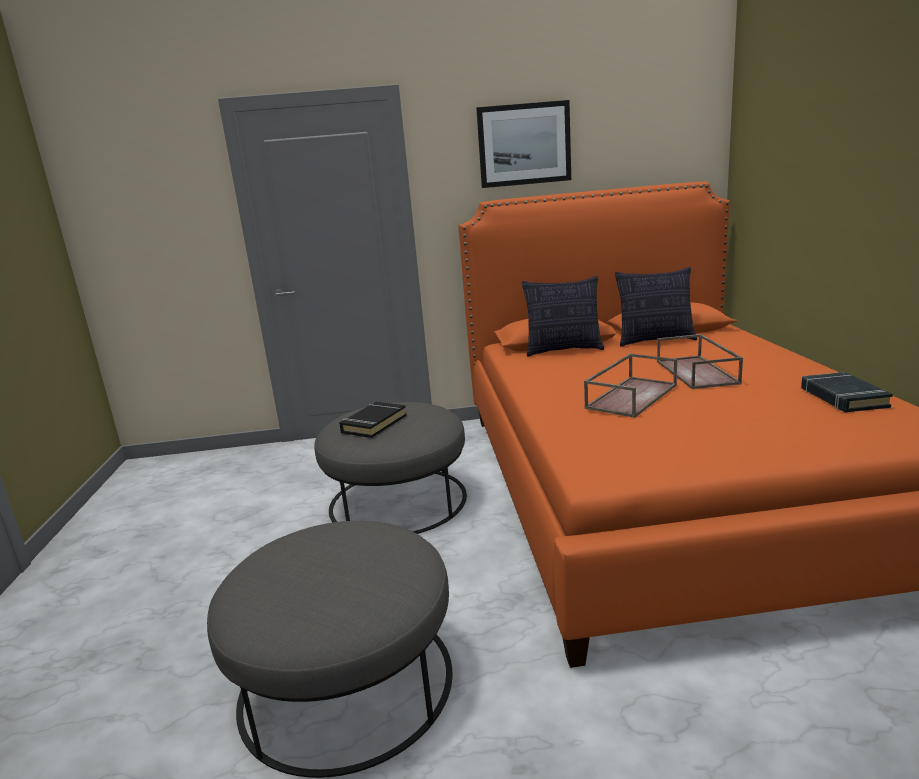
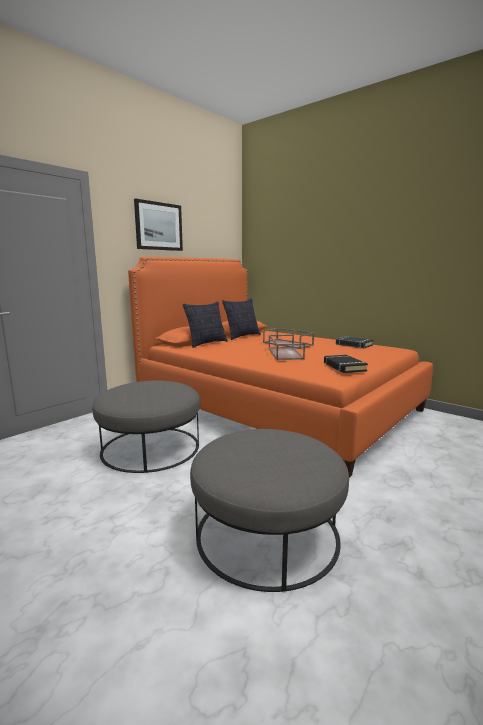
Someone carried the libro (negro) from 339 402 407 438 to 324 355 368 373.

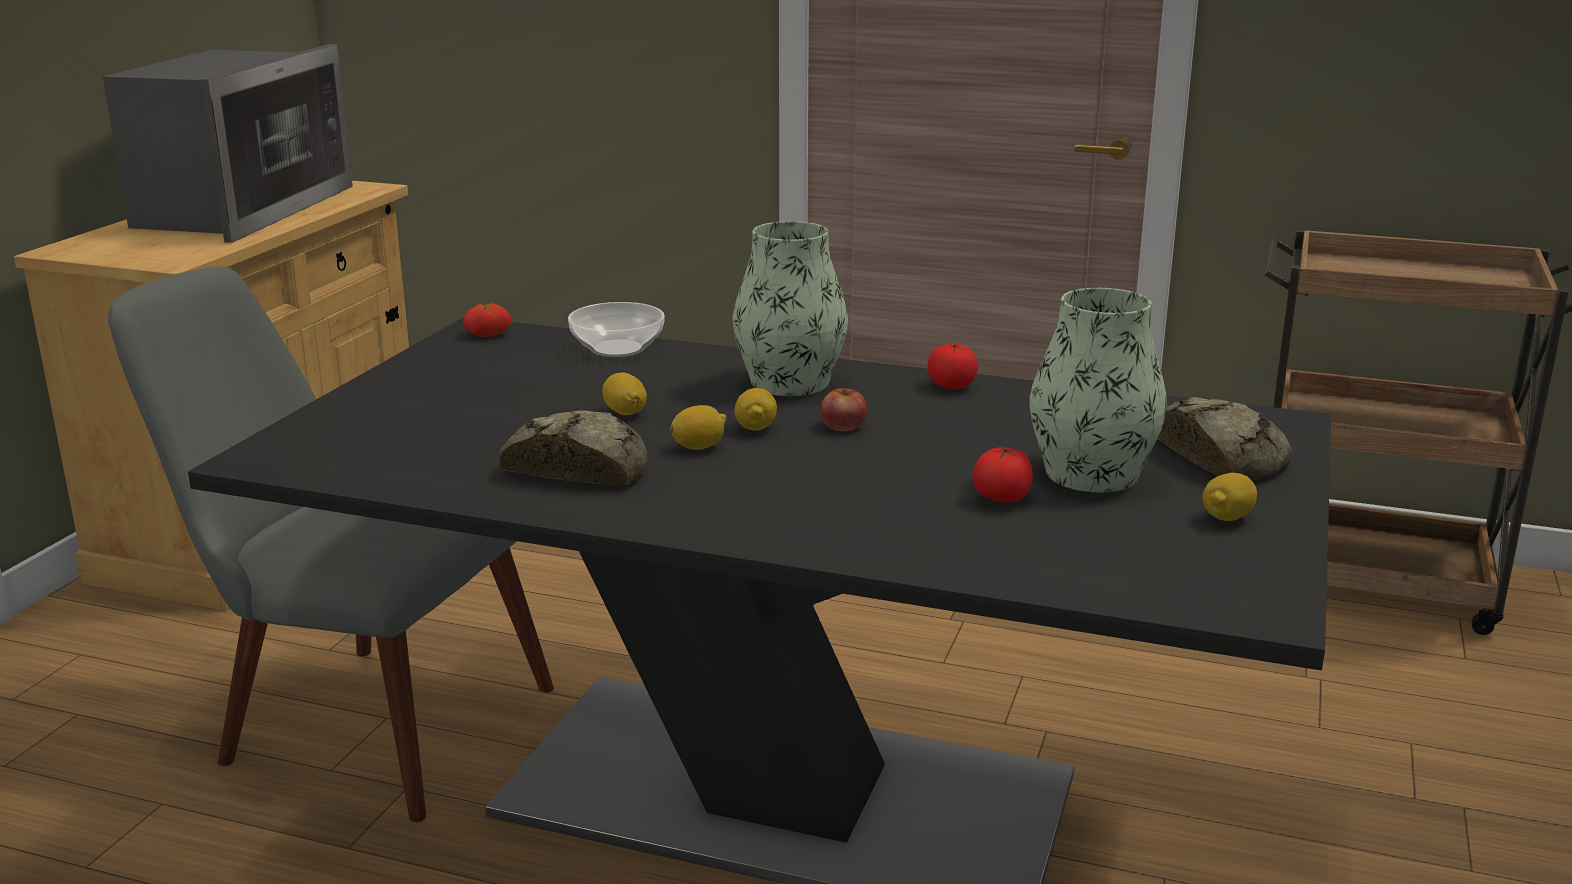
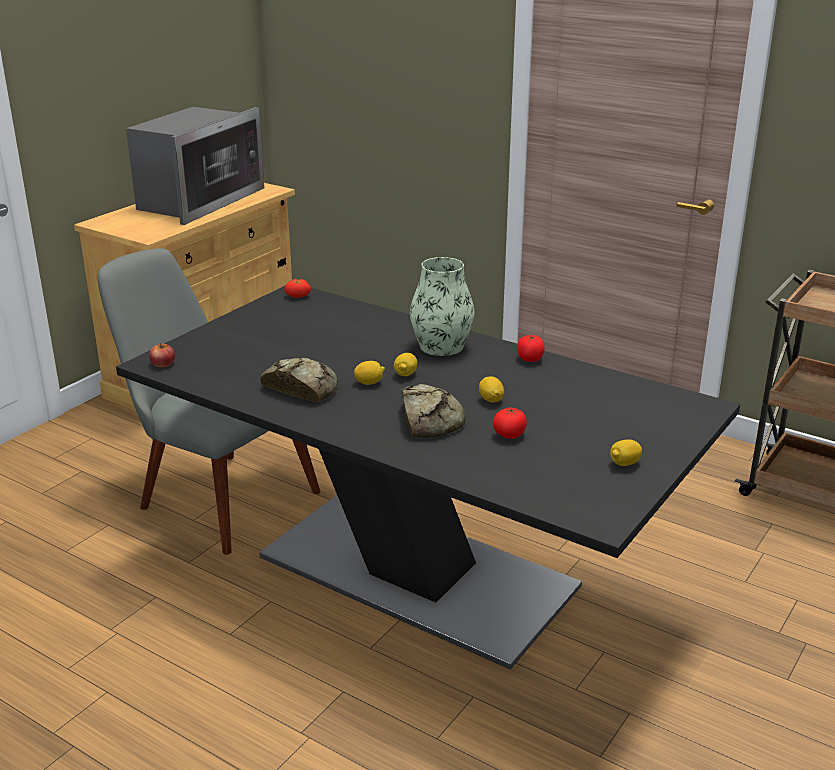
Someone took away the cuenco at 568 302 665 357.
Someone took away the florero at 1030 288 1167 493.
Someone carried the limón from 602 372 647 415 to 479 376 504 402.
Someone carried the manzana from 820 385 867 431 to 149 343 175 367.
Someone carried the pan from 1157 397 1292 480 to 401 384 466 438.

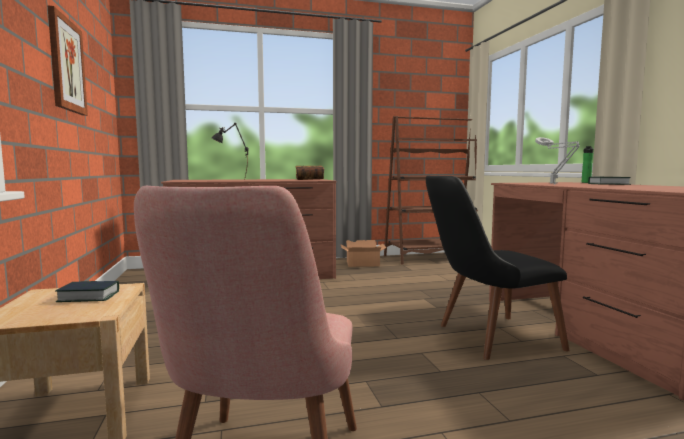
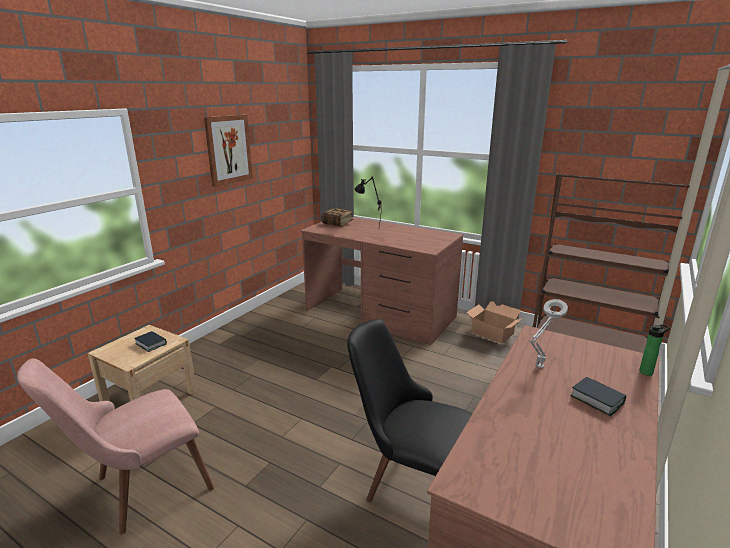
Someone carried the libro from 295 166 324 180 to 321 208 353 227.

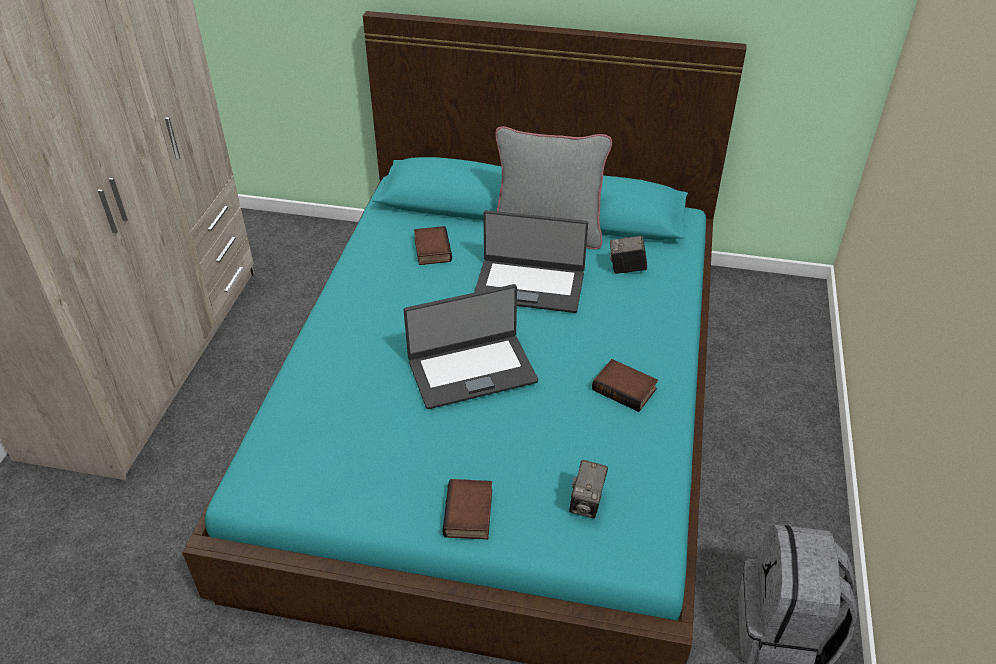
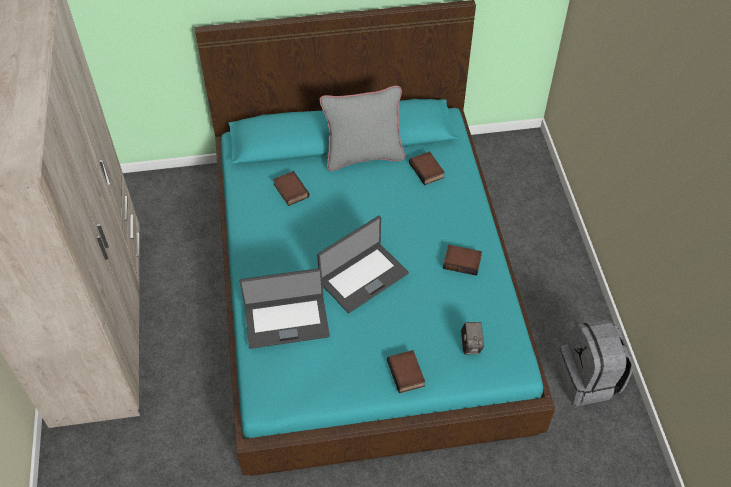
Someone carried the portátil from 474 210 588 313 to 239 268 330 349.
Someone swapped the cámara at 610 236 647 274 for the libro at 409 151 445 185.

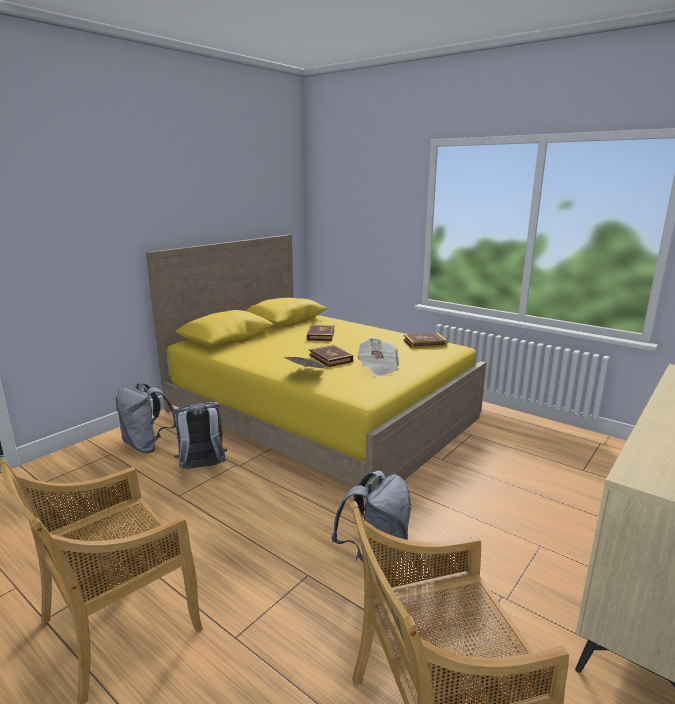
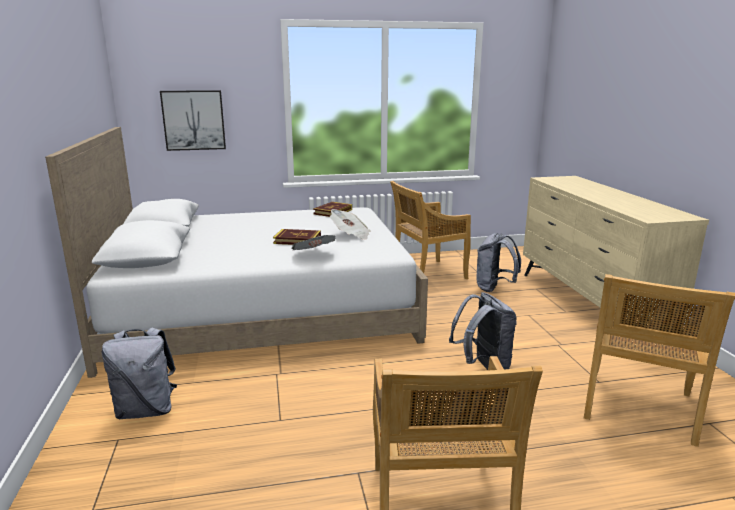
Someone took away the libro at 307 325 335 341.
Someone put up the cuadro at 160 90 226 151.
Someone put down the silla (beis) at 390 181 471 279.
Someone carried the mochila (gris) from 174 402 227 469 to 477 233 521 292.
Someone repainted the cama (amarillo) at 146 235 486 490, which became the cama (blanco) at 45 127 428 378.

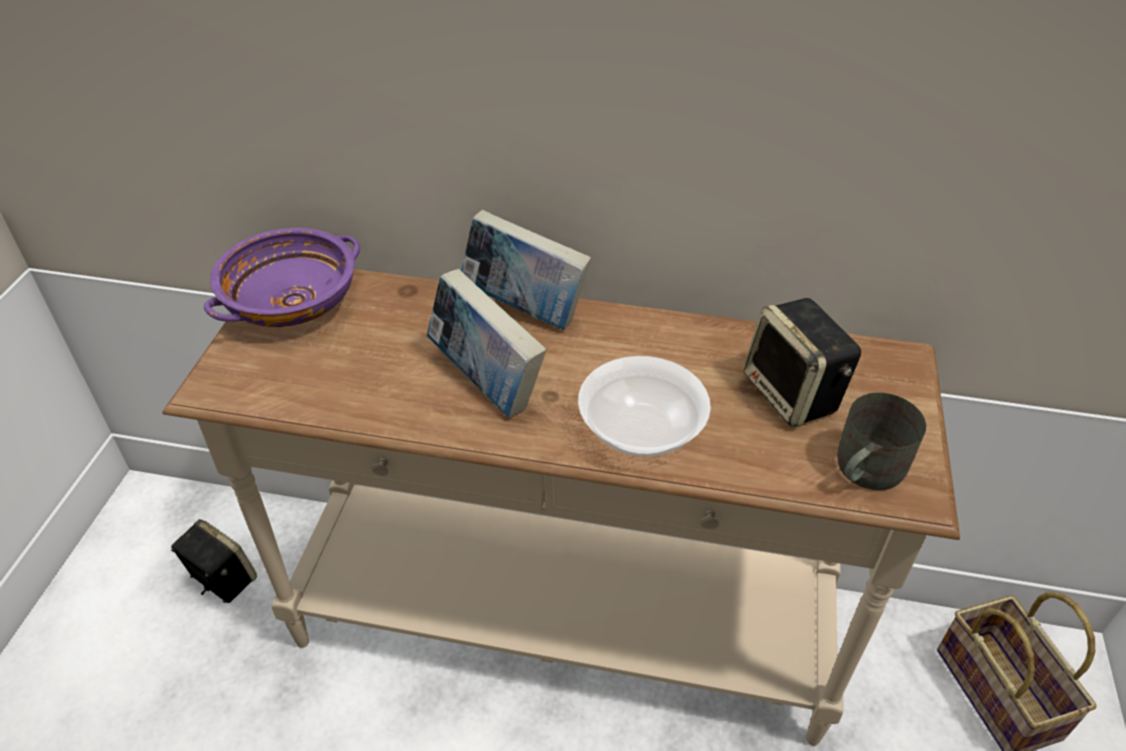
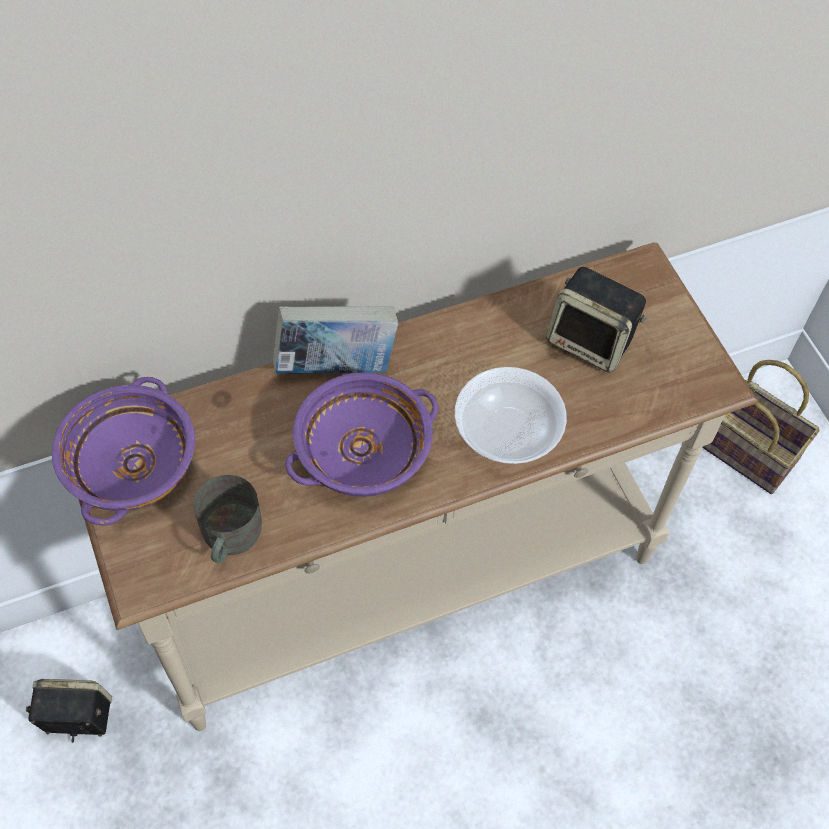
Someone carried the taza grande (gris) from 837 393 926 490 to 194 475 262 563.
Someone swapped the libro at 427 269 546 417 for the cuenco (morado) at 285 372 438 497.

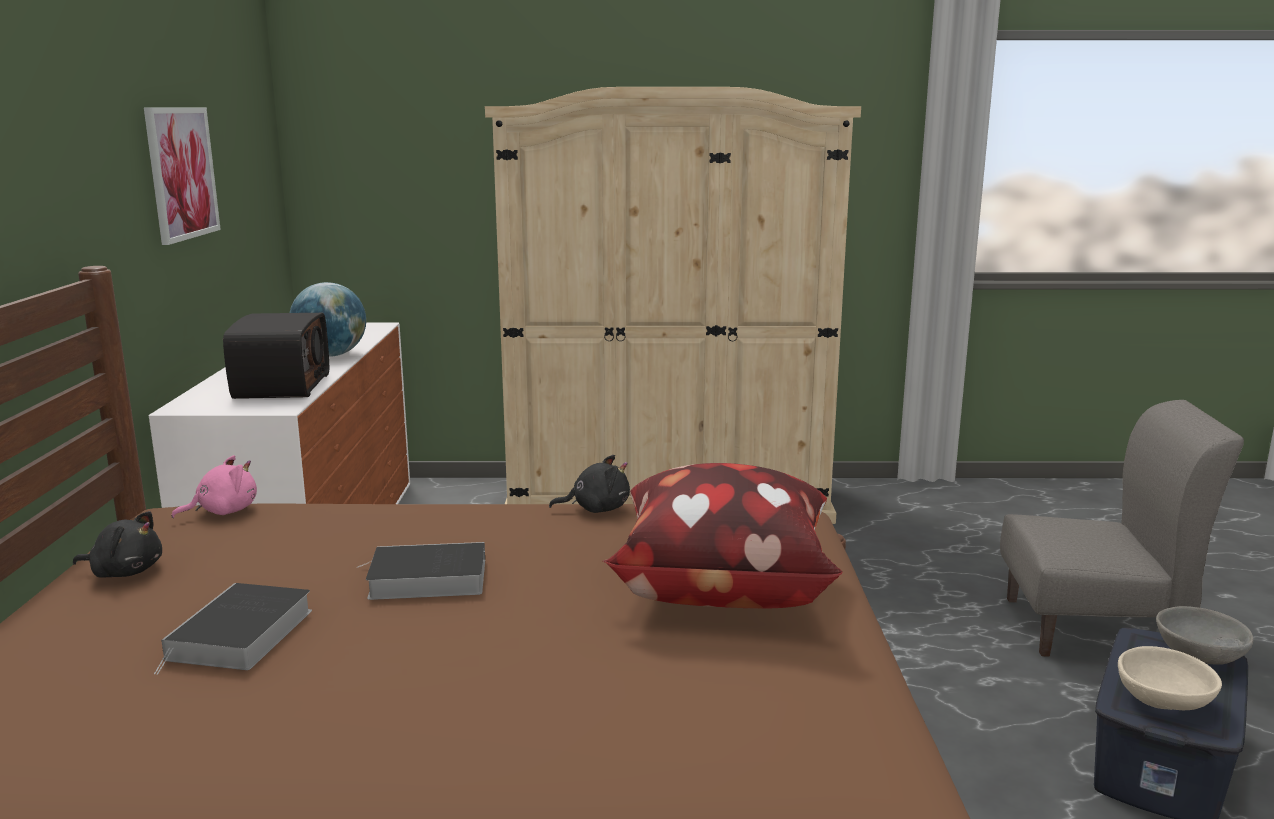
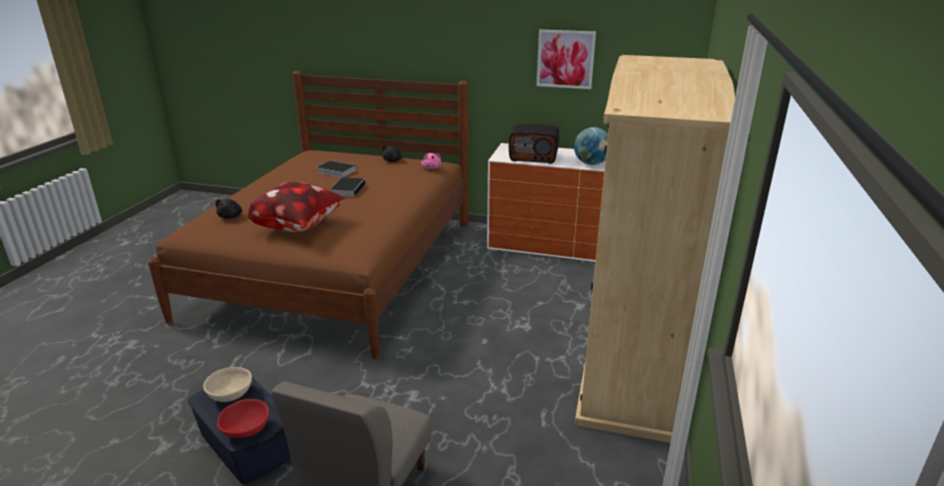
Someone carried the peluche (negro) from 549 455 630 513 to 216 199 242 219.
Someone repainted the cuenco (gris) at 1156 606 1253 665, which became the cuenco (rojo) at 217 399 269 438.

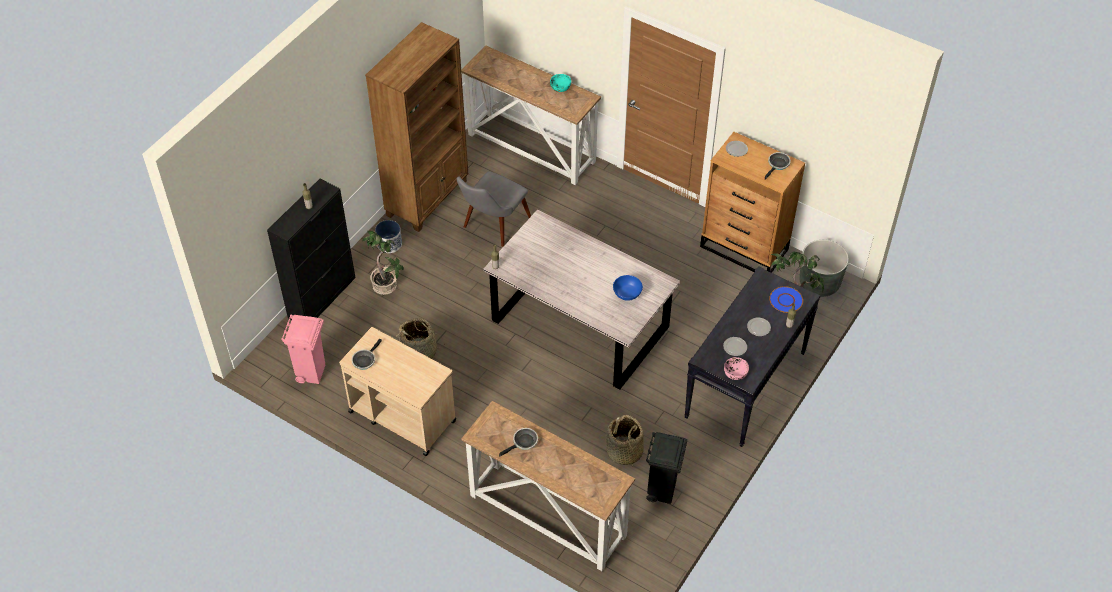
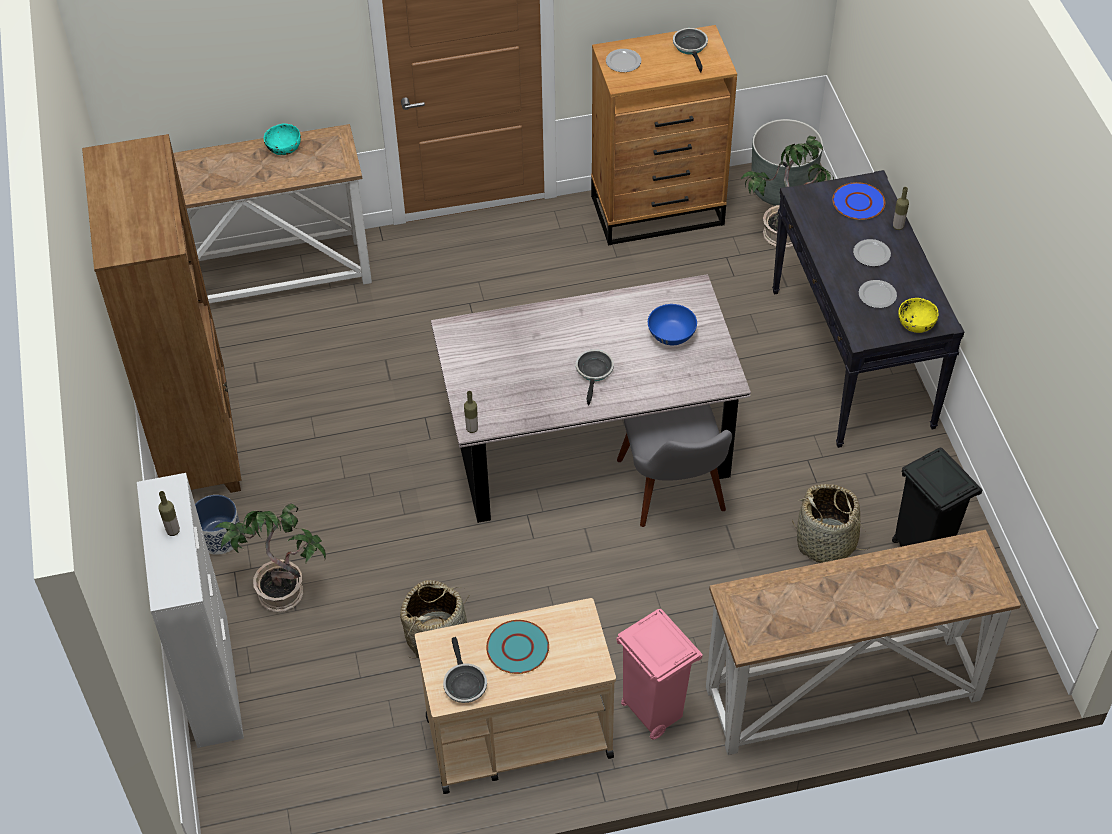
Someone put down the plato (turquesa) at 486 620 549 674.
Someone carried the papelera (rosa) from 281 315 325 384 to 616 609 703 740.
Someone carried the silla (gris) from 457 171 531 247 to 617 404 732 527.
Someone carried the sartén from 499 428 538 457 to 576 350 614 406.
Someone repainted the armario (negro) at 267 179 355 320, which became the armario (blanco) at 137 473 244 748.
Someone repainted the cuenco (rosa) at 724 357 749 380, which became the cuenco (amarillo) at 898 298 939 333.

